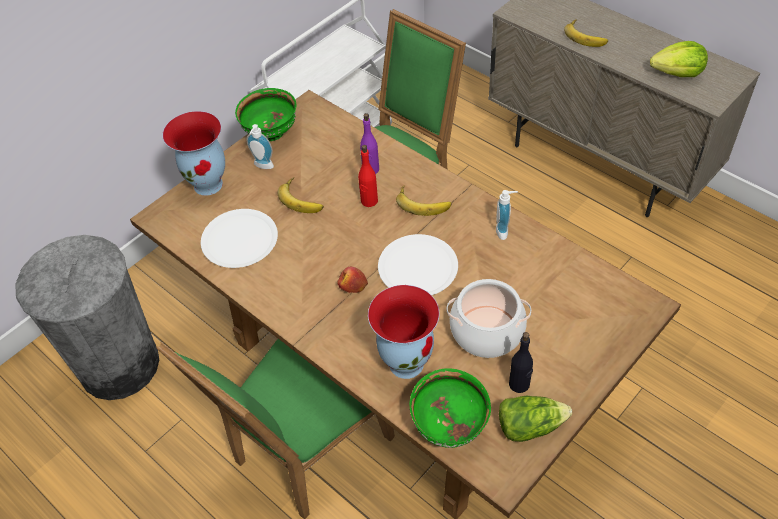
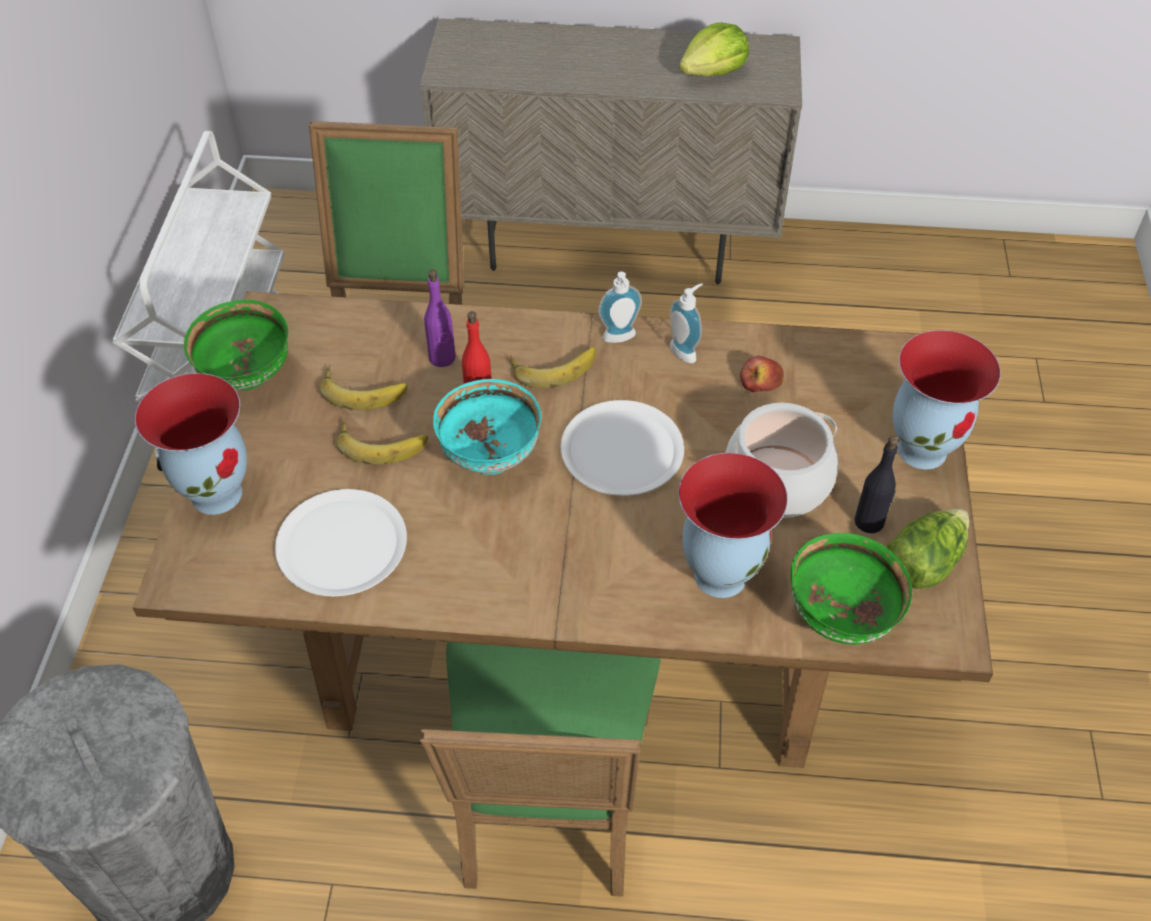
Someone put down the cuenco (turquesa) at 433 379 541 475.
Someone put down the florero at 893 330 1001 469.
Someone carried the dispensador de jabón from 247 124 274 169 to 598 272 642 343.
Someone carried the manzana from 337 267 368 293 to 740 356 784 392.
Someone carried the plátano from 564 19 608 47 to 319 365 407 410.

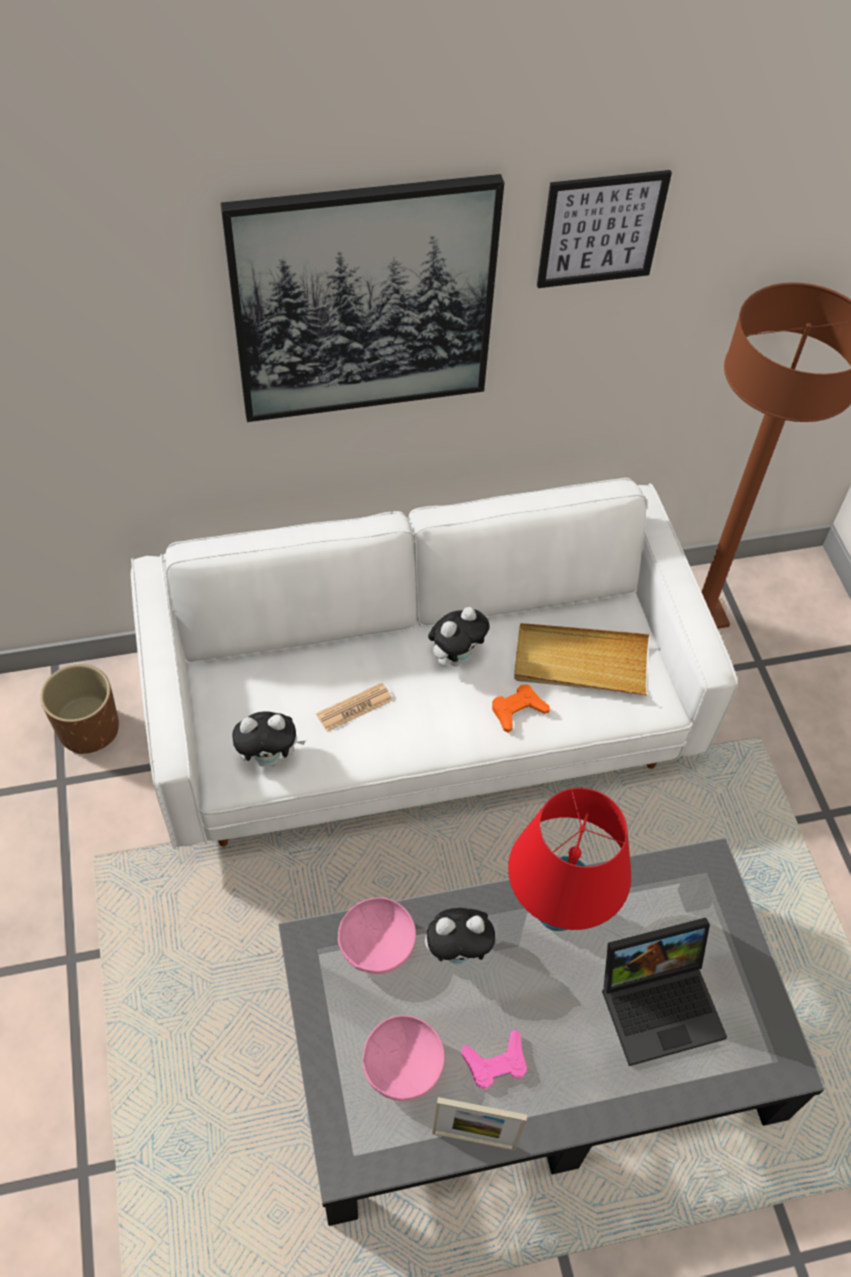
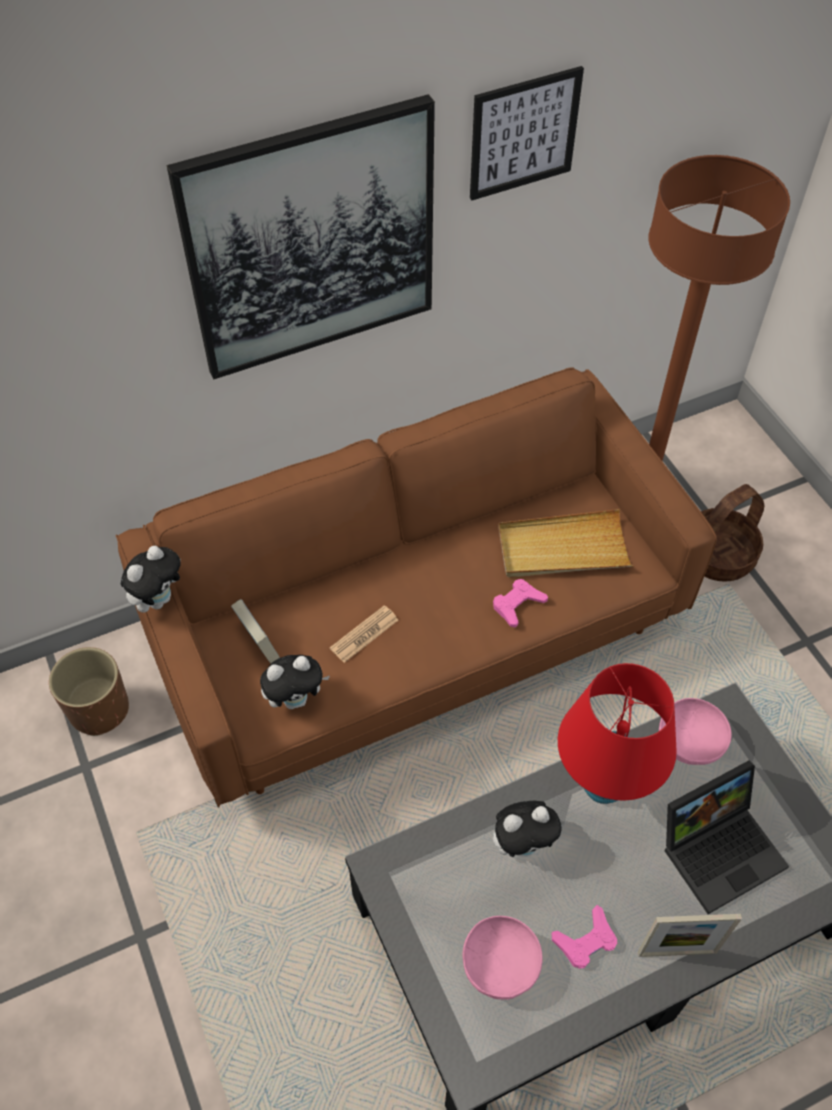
Someone put down the libro at 231 599 280 663.
Someone put down the cesta at 701 484 765 582.
Someone carried the cuenco (rosa) from 338 897 416 974 to 659 698 732 765.
Someone carried the peluche from 428 607 490 667 to 121 546 181 613.
Someone carried the portarretratos from 432 1097 527 1151 to 638 914 742 957.
Someone repainted the sofá (blanco) at 131 478 738 849, which became the sofá (marrón) at 116 367 717 807.
Someone repainted the mando de consola (naranja) at 492 685 550 733, which became the mando de consola (rosa) at 493 579 548 628.

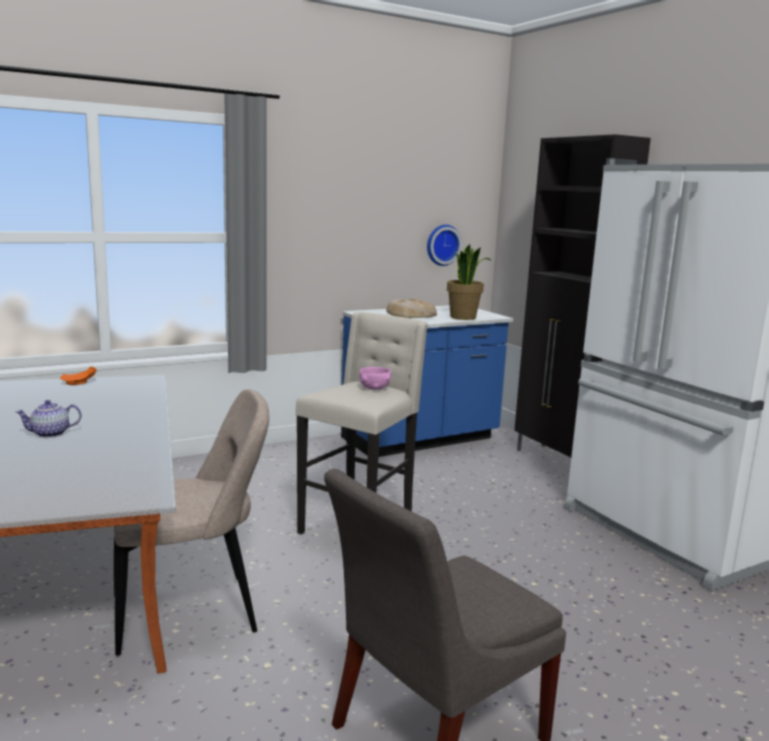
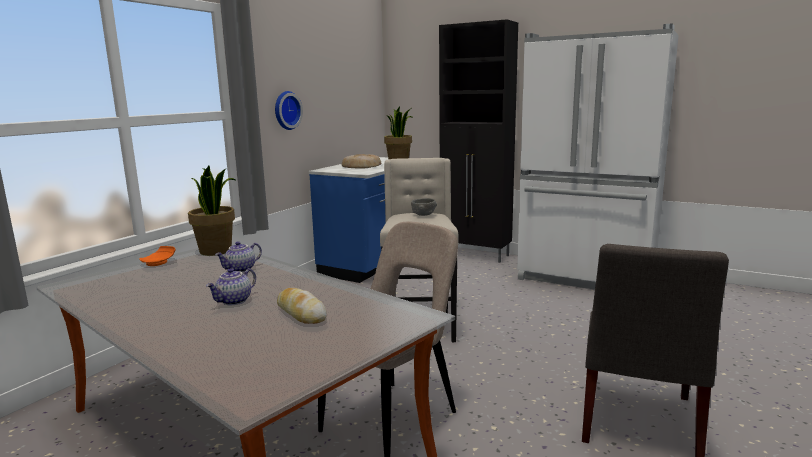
Someone put down the planta en maceta at 188 166 237 256.
Someone put down the tetera at 215 241 262 272.
Someone put down the pan at 277 288 327 324.
Someone carried the reloj de pared from 427 225 462 266 to 275 91 303 130.
Someone repainted the cuenco (rosa) at 359 367 391 390, which became the cuenco (gris) at 411 198 437 216.

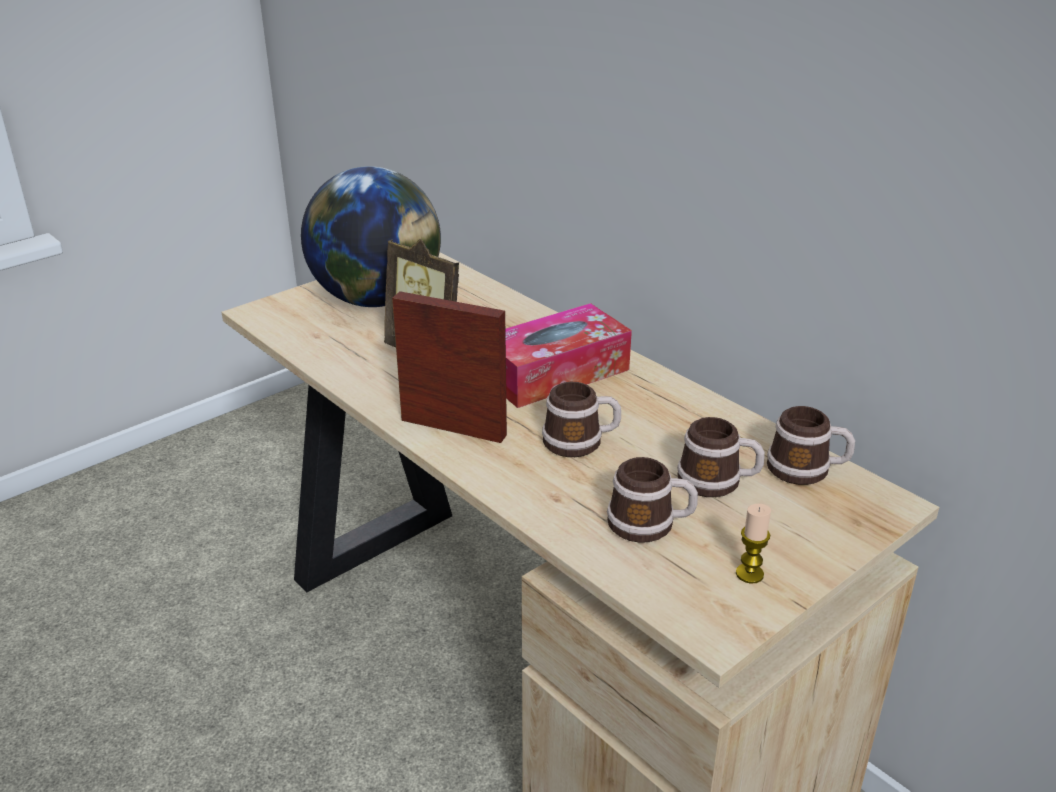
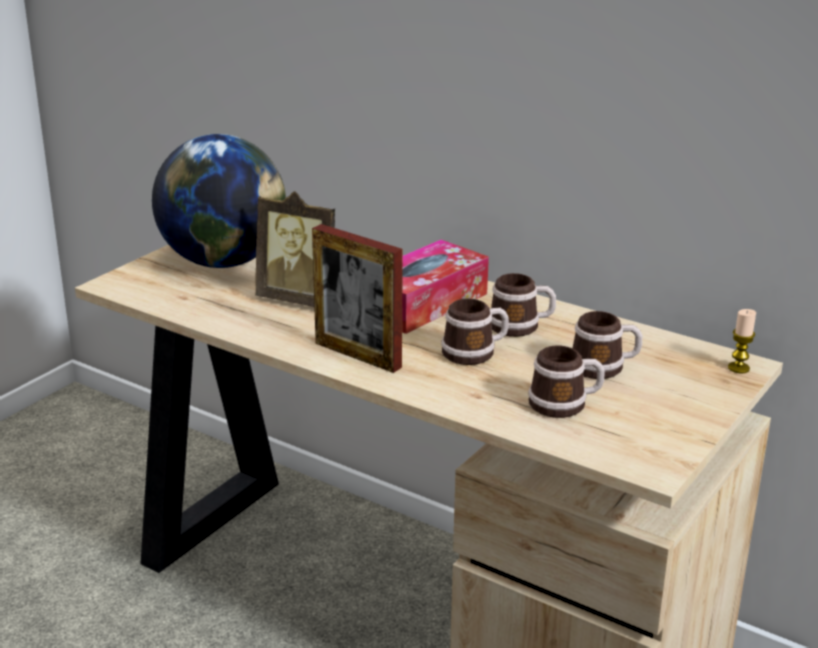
Someone carried the vela from 736 504 771 584 to 728 309 756 373.
Someone carried the taza grande from 767 406 855 485 to 491 273 556 337.
Someone rotated the portarretratos at 392 291 507 443 by 150 degrees counterclockwise.

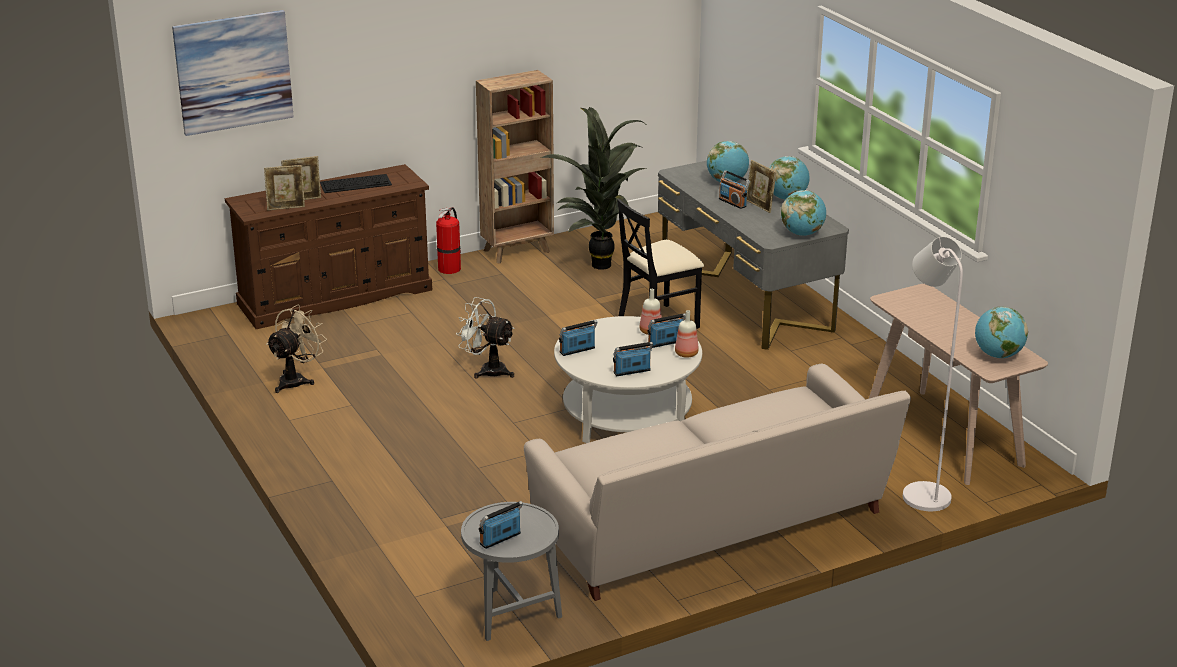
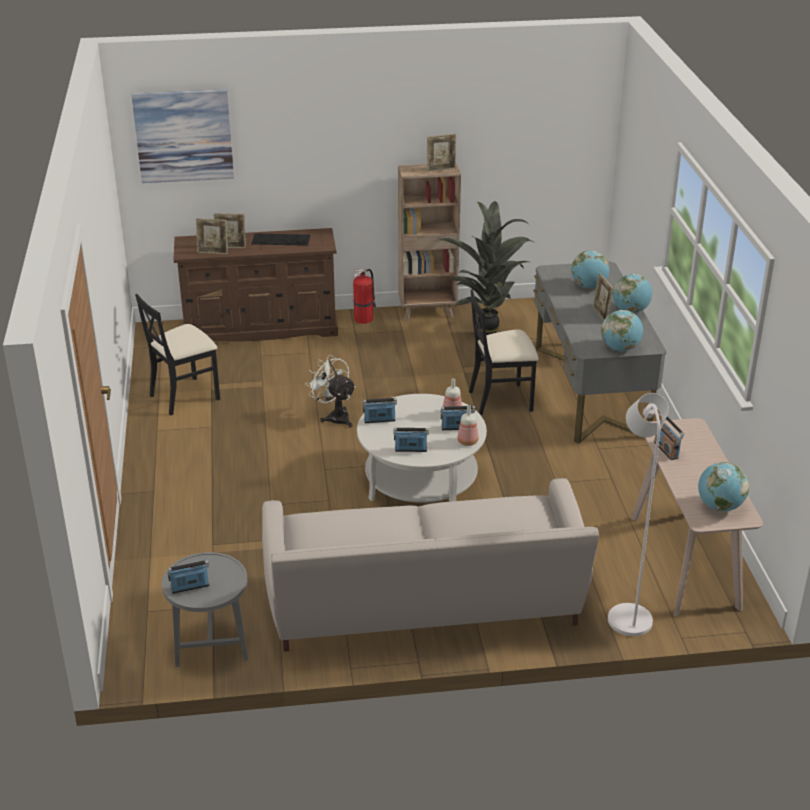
Someone put down the portarretratos at 427 134 456 172.
Someone carried the radio from 719 170 750 209 to 654 416 685 460.
Someone swapped the ventilador (beis) at 266 305 327 393 for the silla (negro) at 135 294 220 416.

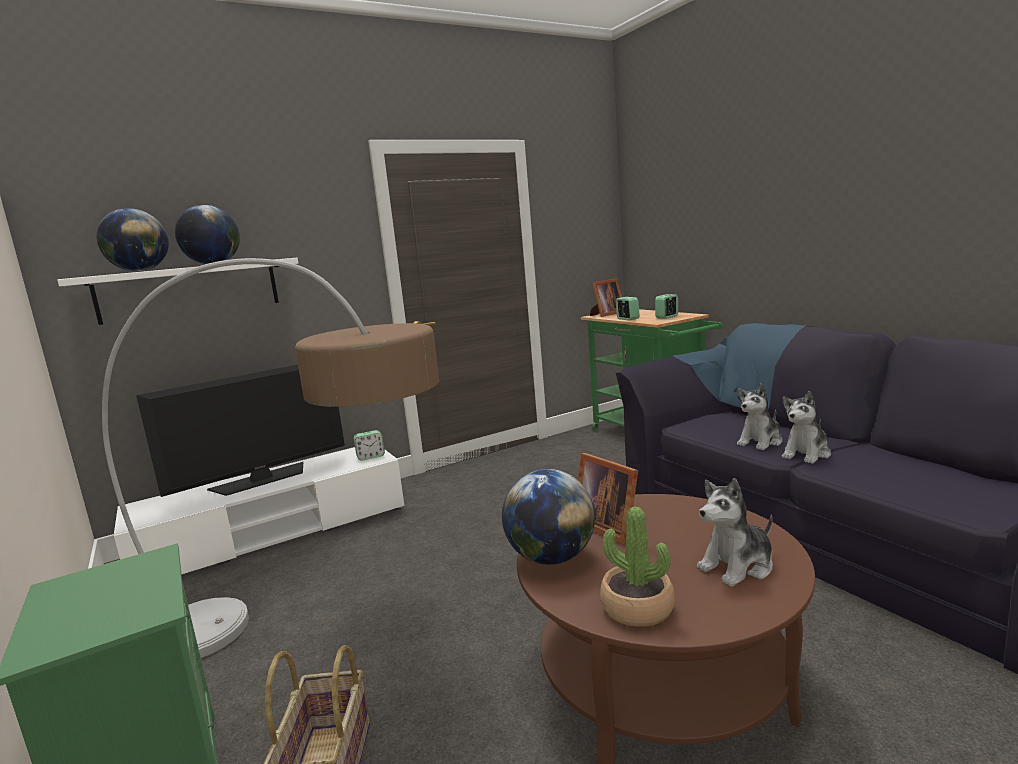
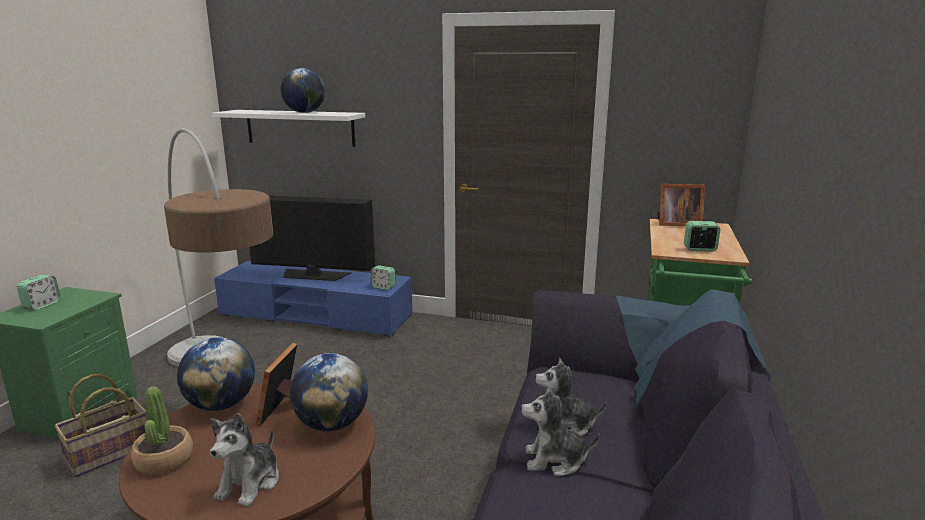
Someone carried the globo terráqueo from 96 208 169 271 to 290 353 368 431.
Someone carried the despertador from 616 297 640 320 to 17 275 61 310.
Someone repainted the mueble de televisión (blanco) at 114 447 404 575, which became the mueble de televisión (azul) at 214 261 412 337.
Someone rotated the peluche at 697 478 773 587 by 90 degrees counterclockwise.

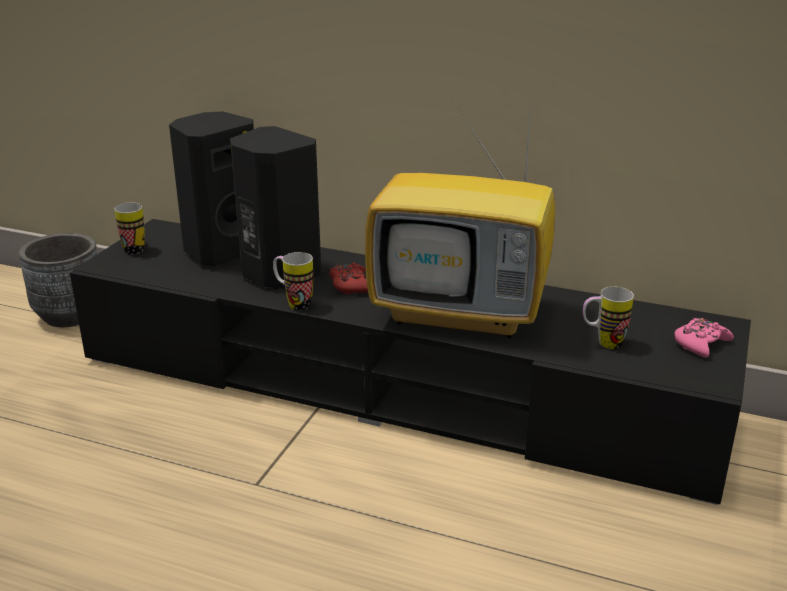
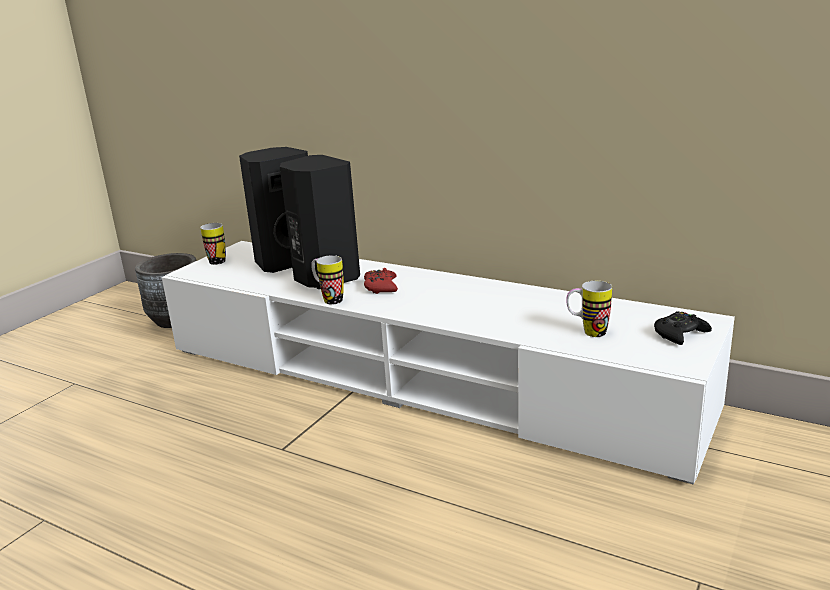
Someone took away the televisor at 365 91 555 338.
Someone repainted the mueble de televisión (negro) at 70 219 751 505, which became the mueble de televisión (blanco) at 162 241 735 484.
Someone repainted the mando de consola (rosa) at 675 318 734 358, which became the mando de consola (negro) at 654 311 712 345.

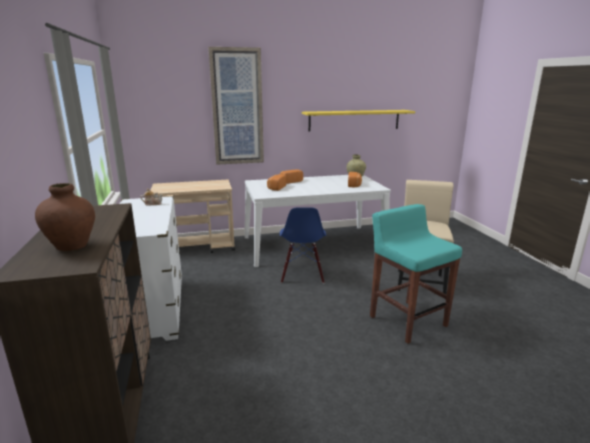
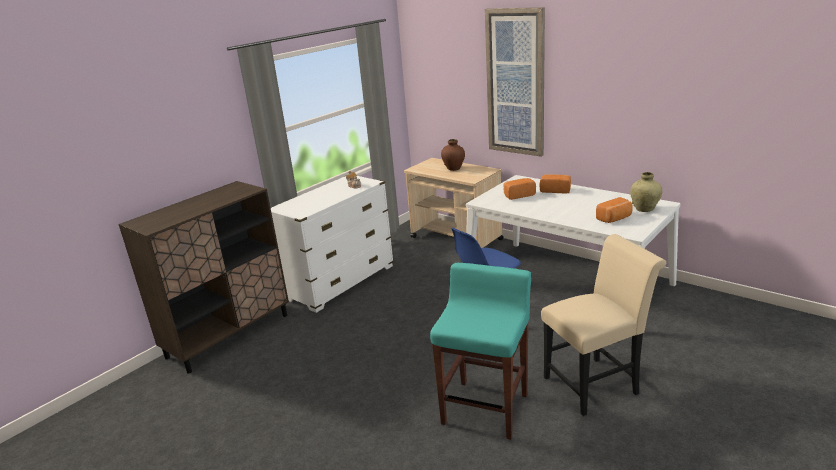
Someone took away the estante (amarillo) at 302 110 415 131.
Someone carried the florero (marrón) from 35 183 95 251 to 441 139 465 171.

